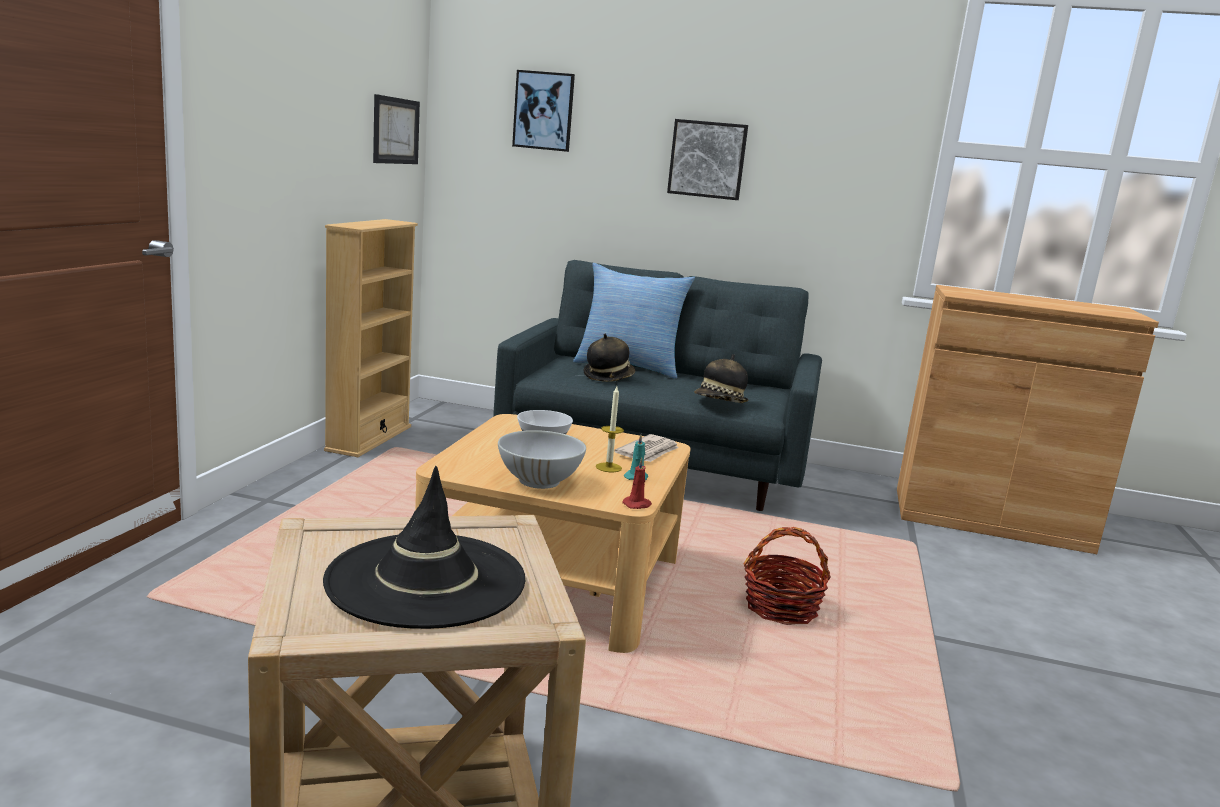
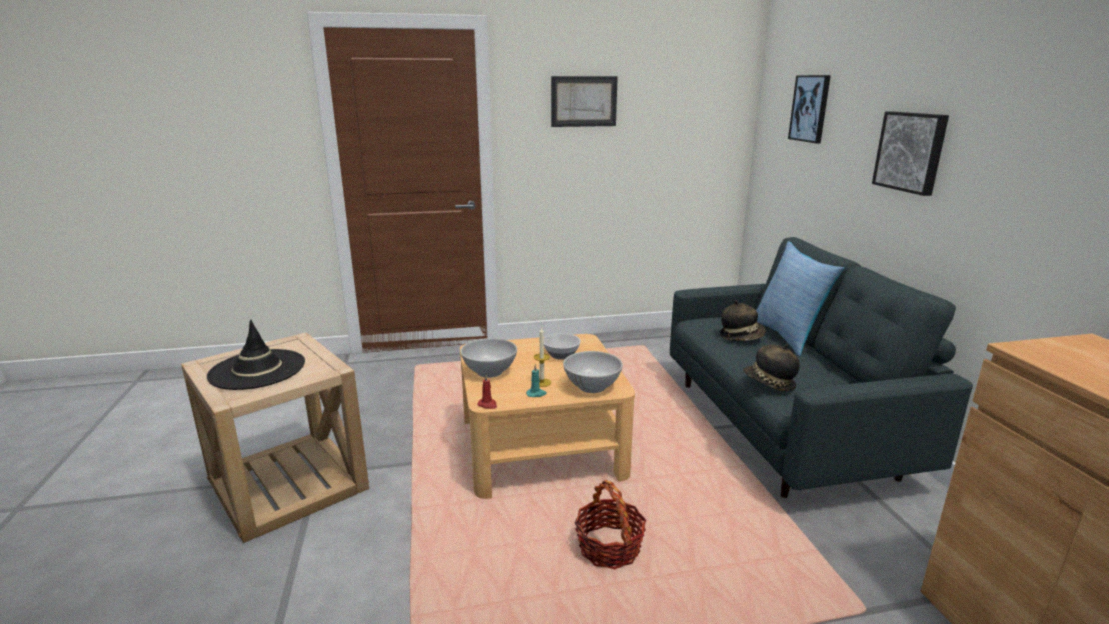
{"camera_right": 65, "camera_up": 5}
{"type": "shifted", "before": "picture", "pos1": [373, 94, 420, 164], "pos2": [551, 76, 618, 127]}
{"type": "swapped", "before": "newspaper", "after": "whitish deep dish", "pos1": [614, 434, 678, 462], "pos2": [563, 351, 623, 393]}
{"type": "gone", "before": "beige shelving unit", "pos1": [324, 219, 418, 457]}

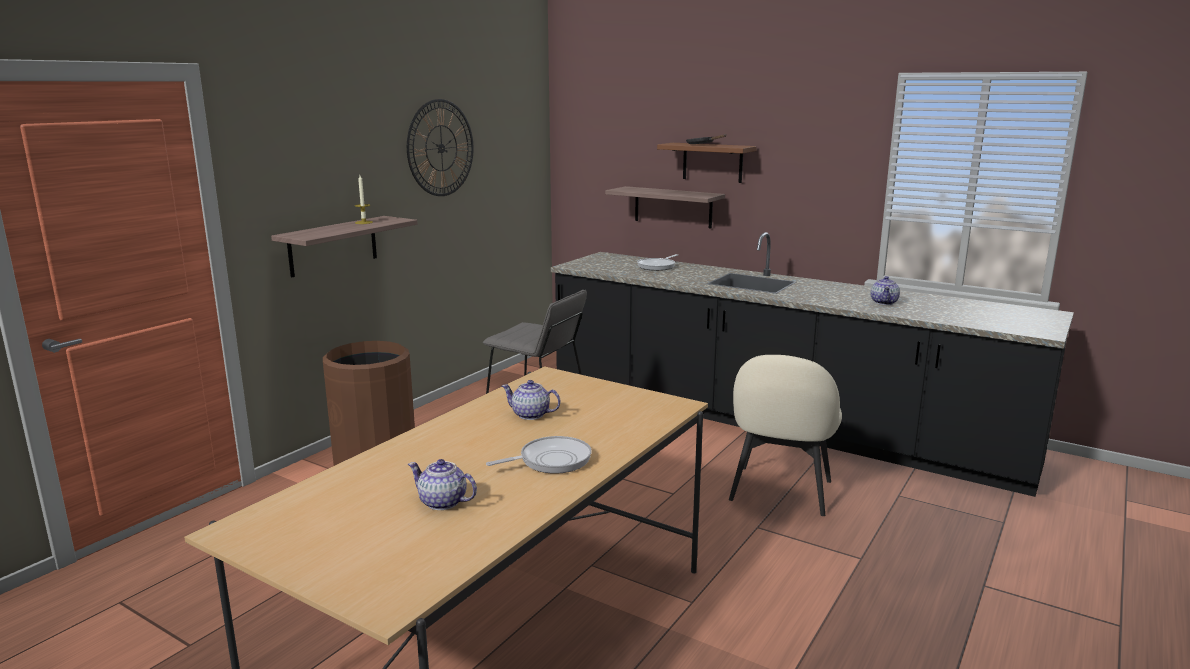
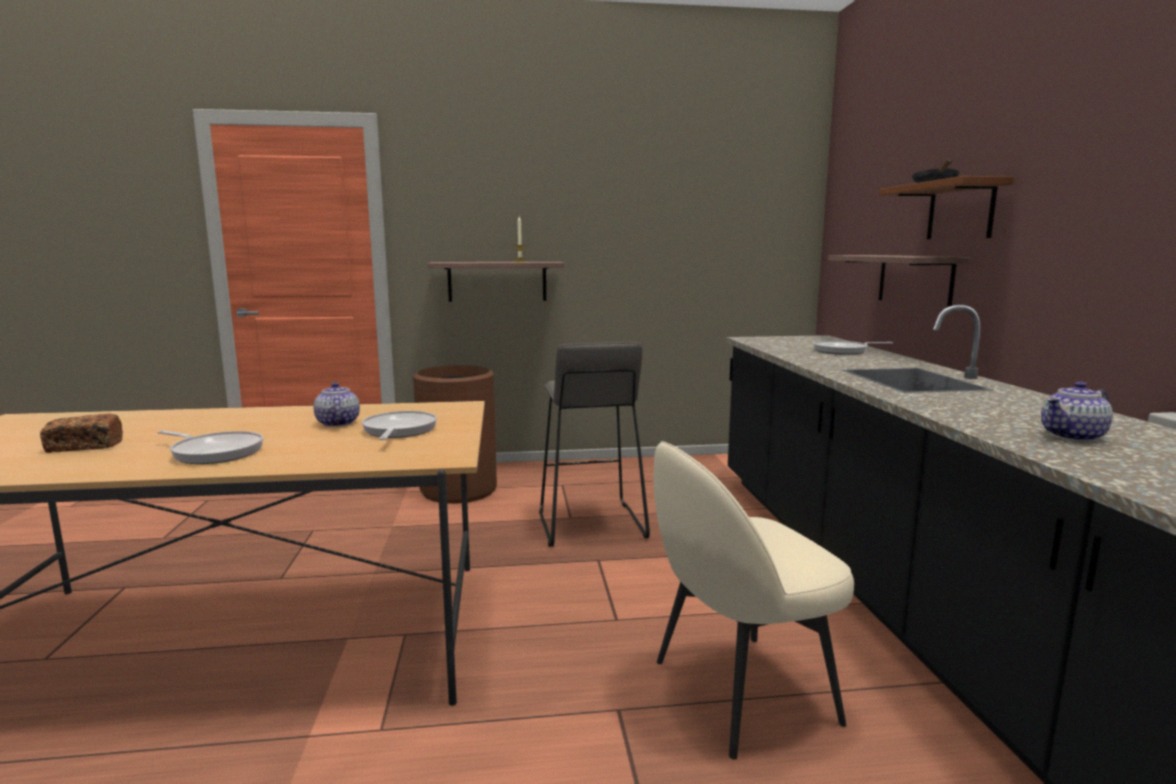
{"camera_right": 50, "camera_up": -5}
{"type": "swapped", "before": "teapot", "after": "bread", "pos1": [408, 459, 477, 510], "pos2": [40, 414, 123, 453]}
{"type": "new", "after": "pan", "pos2": [362, 411, 437, 440]}
{"type": "gone", "before": "hanging clock", "pos1": [407, 99, 474, 196]}

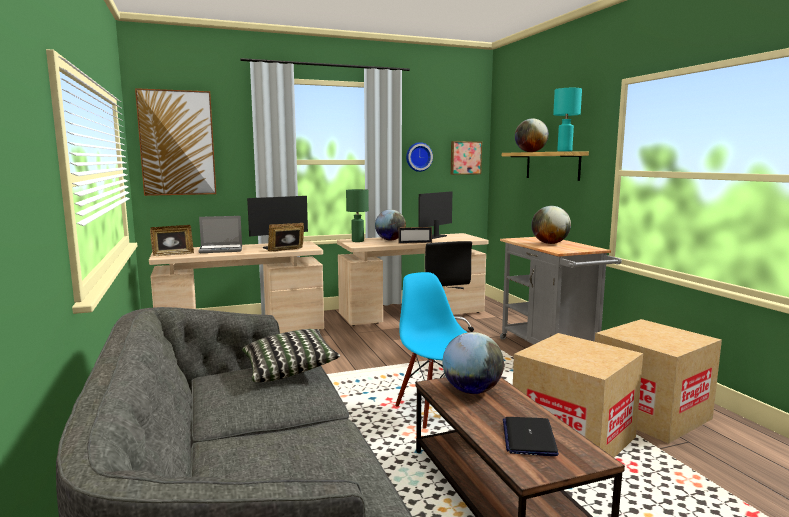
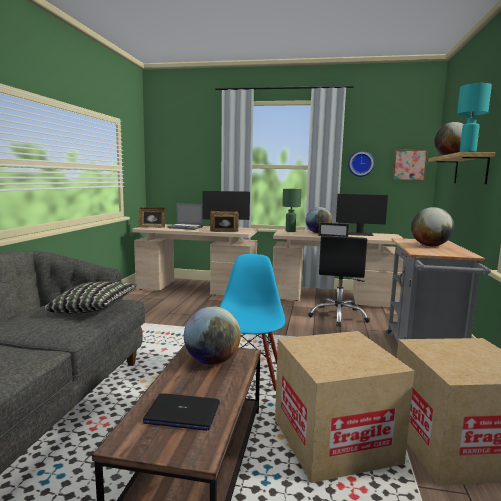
{"camera_right": 30, "camera_up": 0}
{"type": "rotated", "before": "portable computer", "pos1": [503, 417, 559, 456], "pos2": [143, 393, 220, 431], "turn": -120}
{"type": "rotated", "before": "computer display", "pos1": [418, 191, 453, 239], "pos2": [336, 194, 388, 236], "turn": -150}
{"type": "gone", "before": "picture", "pos1": [135, 88, 216, 196]}

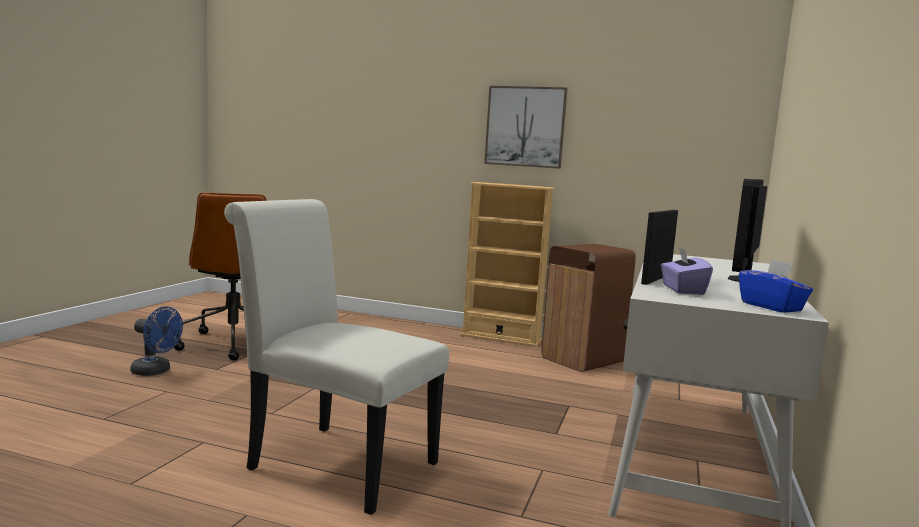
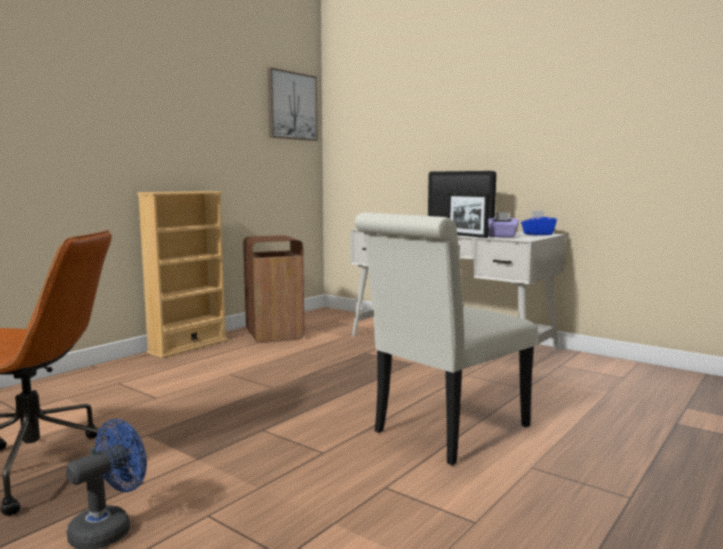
{"camera_right": -70, "camera_up": 0}
{"type": "shifted", "before": "picture", "pos1": [484, 86, 568, 169], "pos2": [268, 67, 318, 141]}

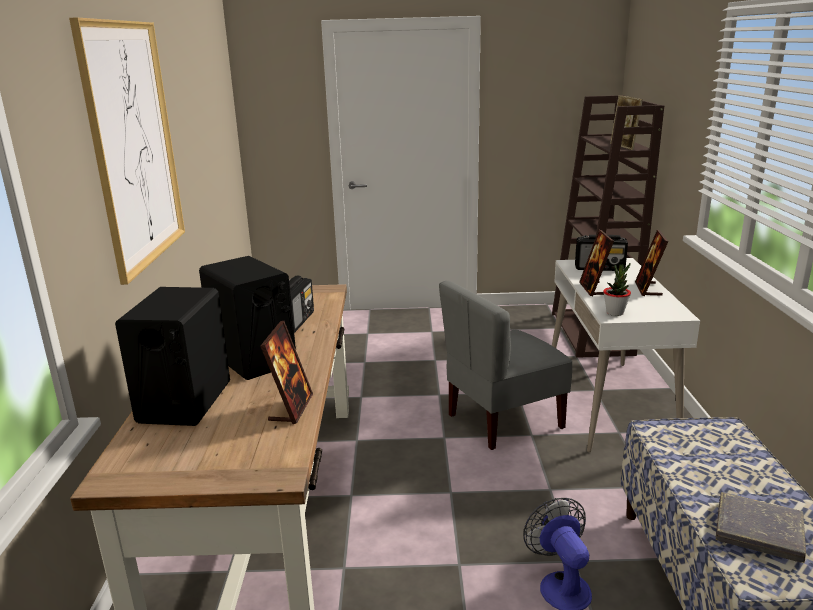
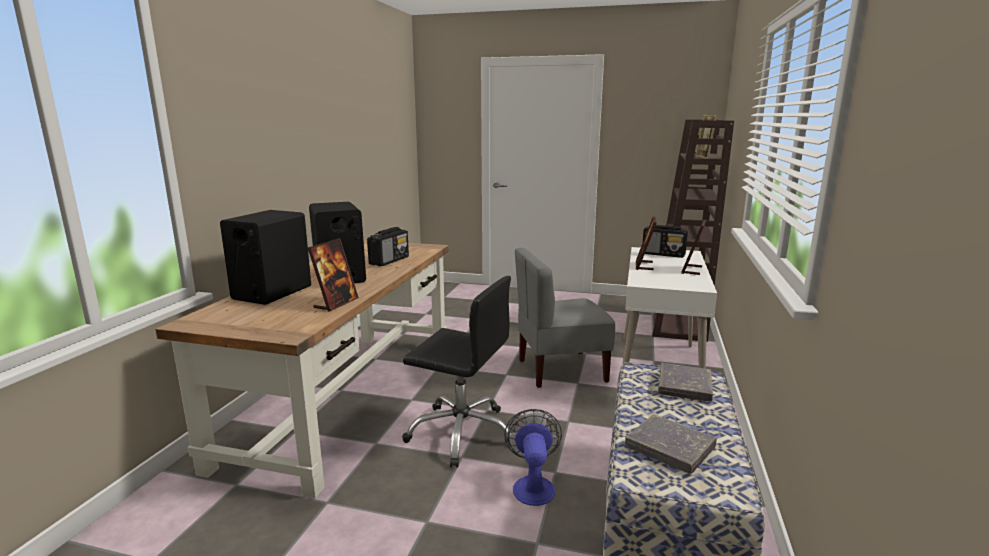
{"camera_right": 15, "camera_up": -5}
{"type": "new", "after": "black-coloured office chair", "pos2": [402, 276, 512, 468]}
{"type": "new", "after": "gray bound book", "pos2": [658, 363, 713, 402]}
{"type": "gone", "before": "picture", "pos1": [69, 18, 185, 285]}
{"type": "gone", "before": "plant in a pot", "pos1": [603, 263, 631, 316]}

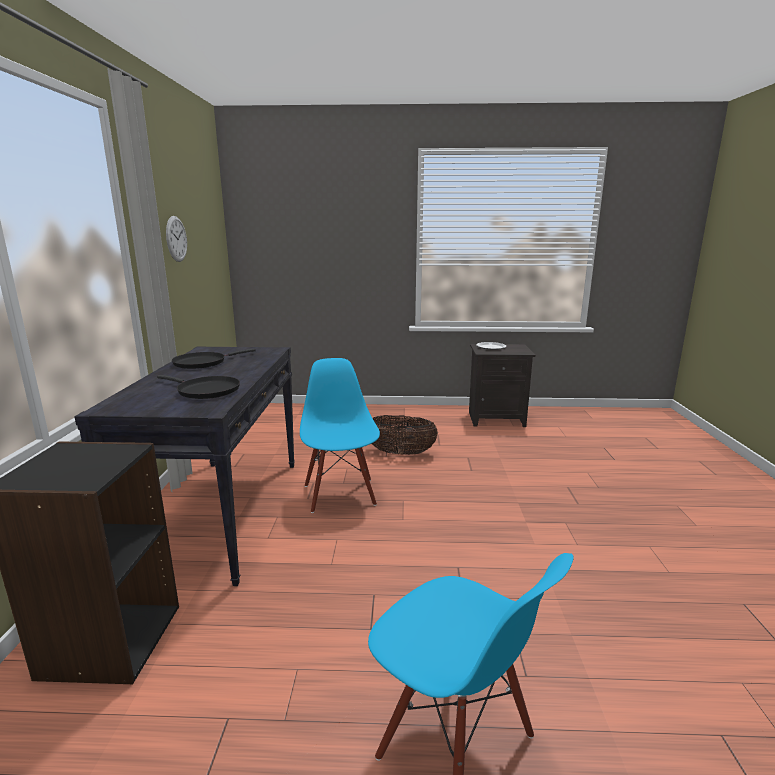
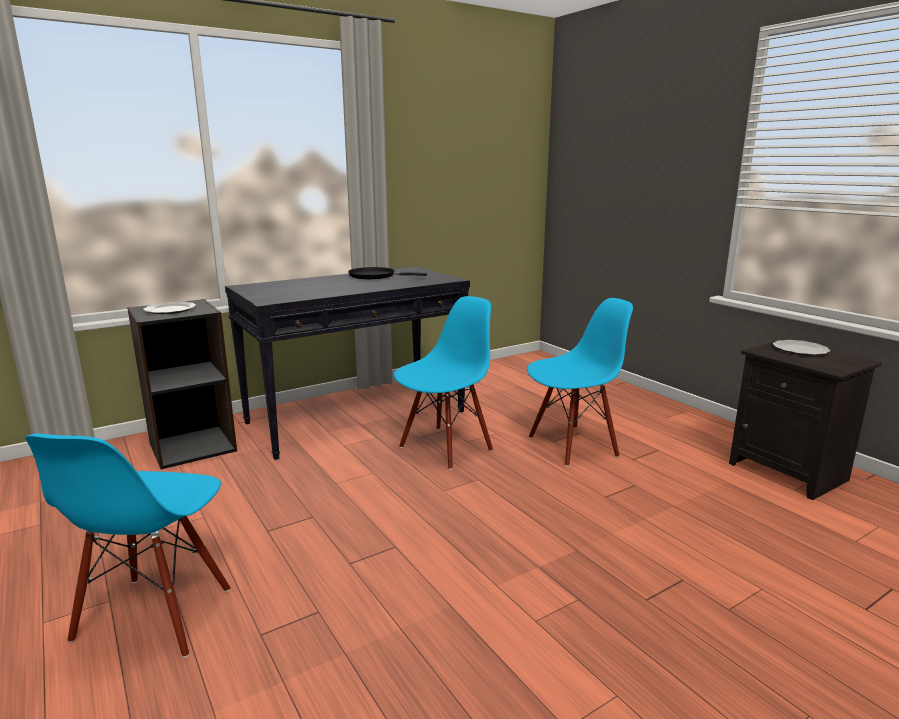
{"camera_right": 55, "camera_up": 0}
{"type": "new", "after": "plate", "pos2": [143, 302, 196, 314]}
{"type": "swapped", "before": "storage basket", "after": "bluish upright chair", "pos1": [372, 415, 438, 455], "pos2": [527, 298, 633, 467]}
{"type": "gone", "before": "black-coloured pan", "pos1": [157, 375, 240, 399]}
{"type": "gone", "before": "hanging clock", "pos1": [166, 216, 187, 262]}

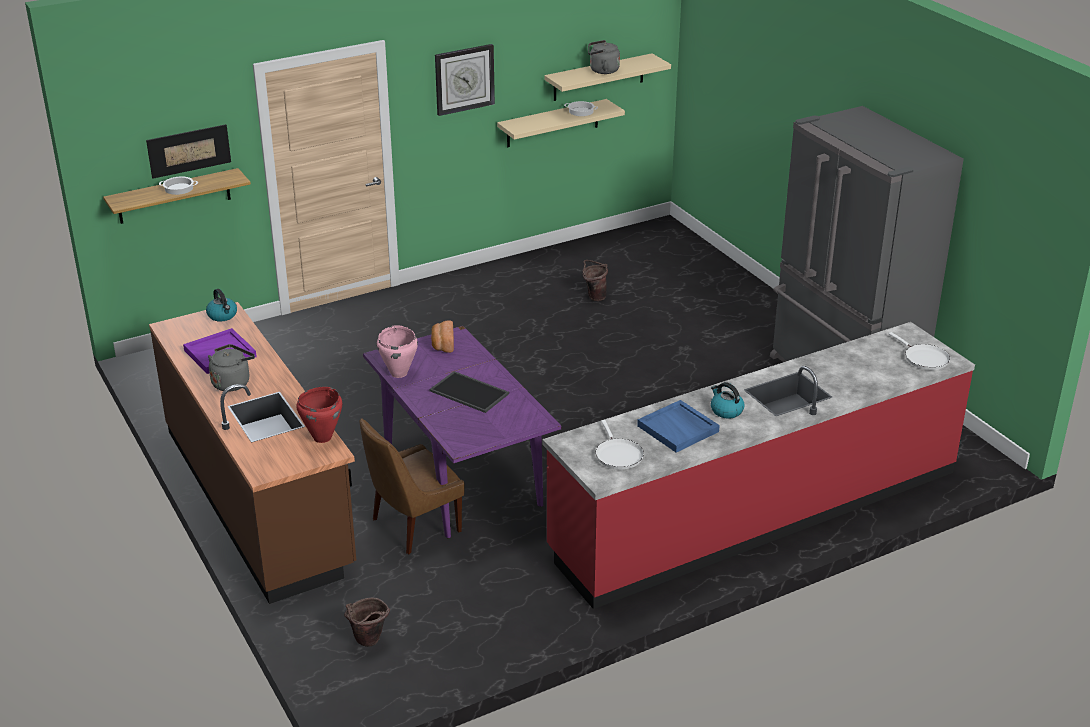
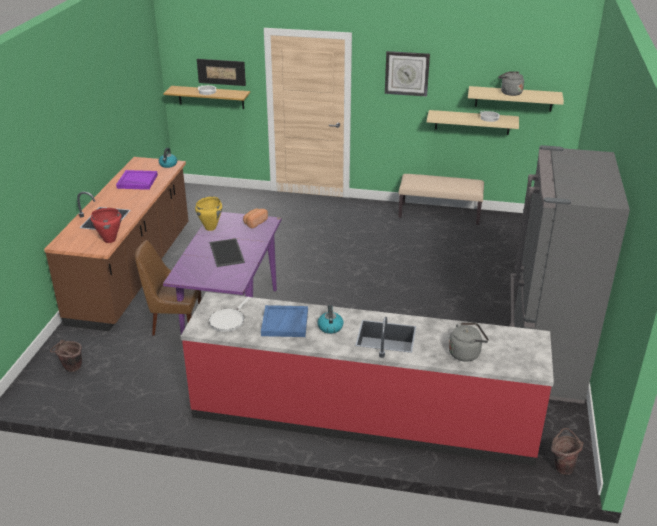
{"camera_right": 40, "camera_up": 0}
{"type": "repainted", "before": "pink saucepot", "after": "yellow-coloured saucepot", "pos1": [377, 325, 418, 378], "pos2": [195, 196, 222, 231]}
{"type": "new", "after": "beige indoor bench", "pos2": [398, 174, 484, 225]}
{"type": "shifted", "before": "gray kettle", "pos1": [208, 344, 255, 392], "pos2": [449, 322, 489, 362]}
{"type": "shifted", "before": "brown bucket", "pos1": [583, 260, 608, 301], "pos2": [551, 428, 583, 475]}
{"type": "gone", "before": "whitish pan", "pos1": [889, 332, 950, 370]}

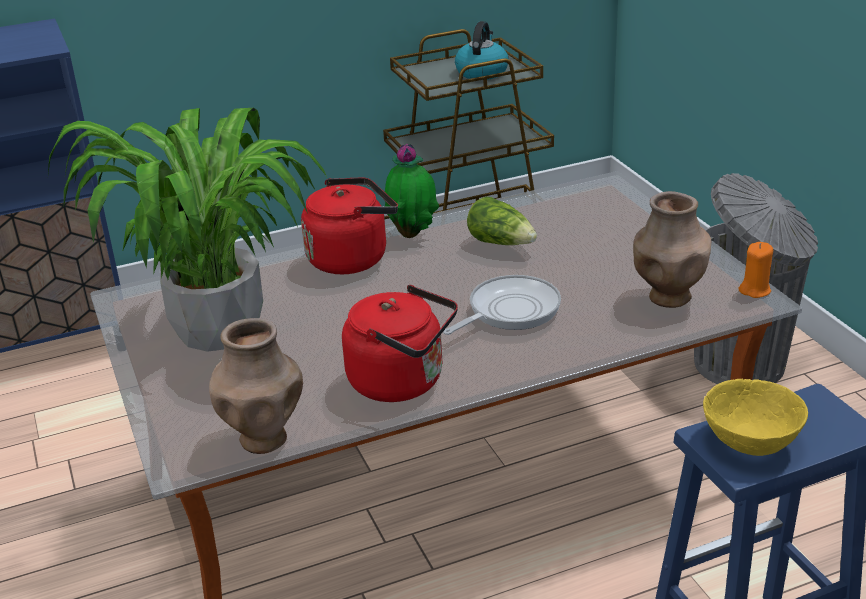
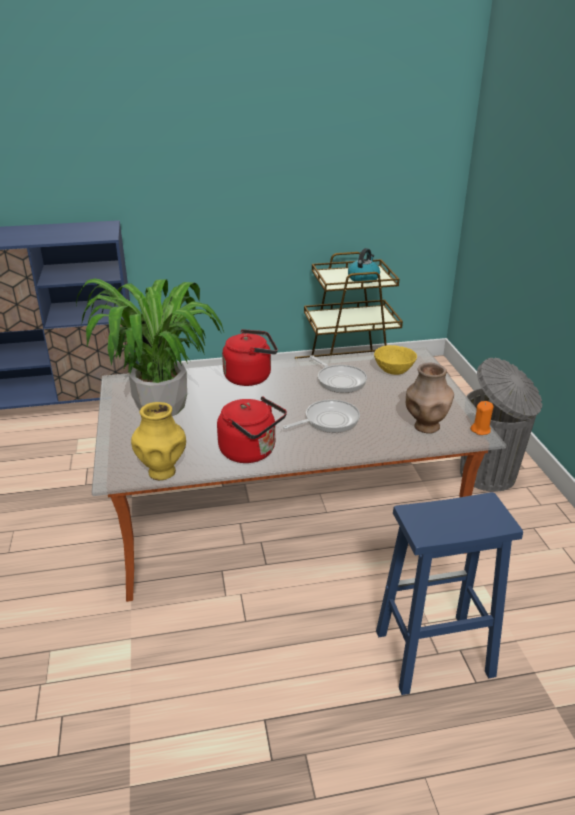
{"camera_right": 10, "camera_up": 0}
{"type": "repainted", "before": "brown decorative vase", "after": "yellow-coloured decorative vase", "pos1": [209, 318, 303, 454], "pos2": [131, 402, 186, 480]}
{"type": "swapped", "before": "lettuce head", "after": "pan", "pos1": [467, 196, 537, 245], "pos2": [310, 355, 367, 393]}
{"type": "shifted", "before": "yellow-coloured deep dish", "pos1": [703, 379, 808, 456], "pos2": [374, 345, 417, 375]}
{"type": "gone", "before": "plant in a pot", "pos1": [385, 144, 439, 238]}

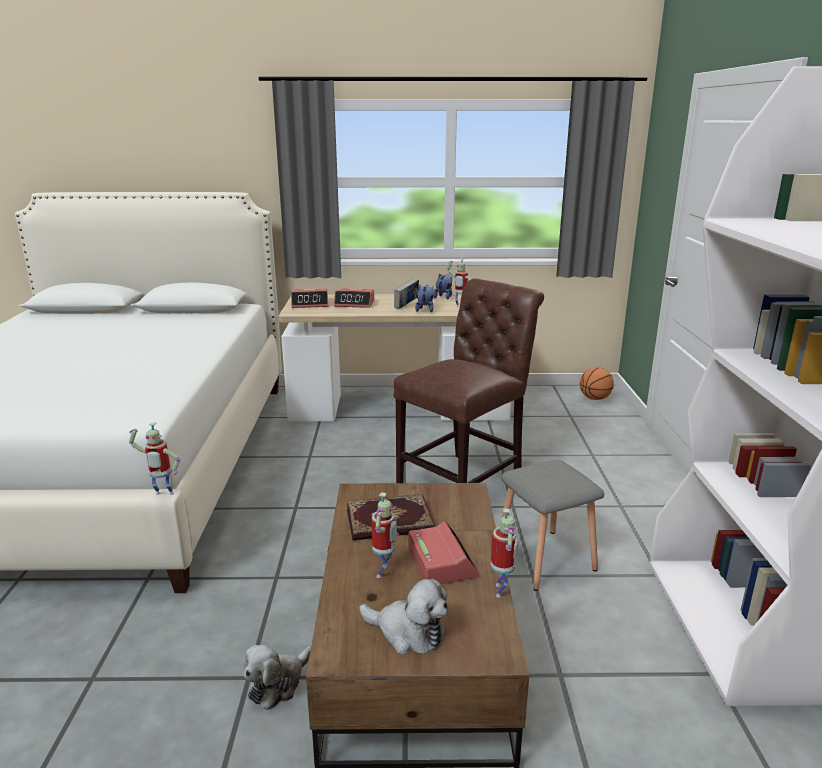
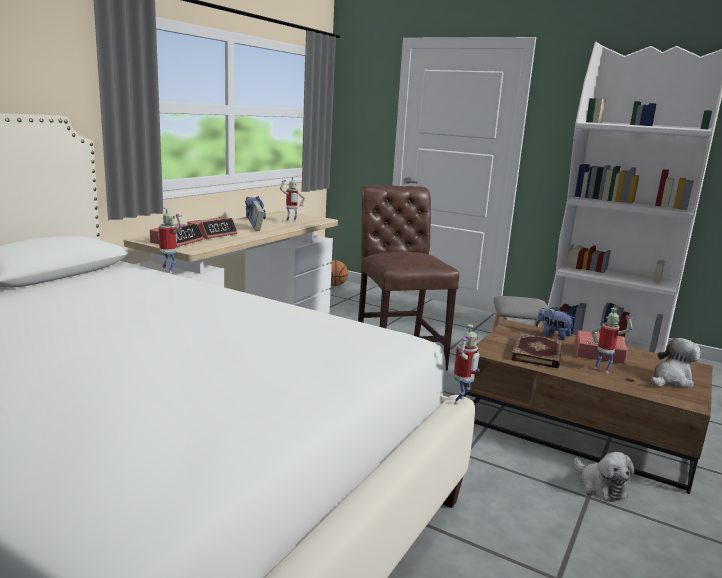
{"camera_right": -60, "camera_up": -5}
{"type": "shifted", "before": "toy robot", "pos1": [491, 508, 518, 598], "pos2": [158, 208, 182, 273]}
{"type": "shifted", "before": "soft toy", "pos1": [415, 285, 434, 312], "pos2": [535, 307, 576, 340]}

